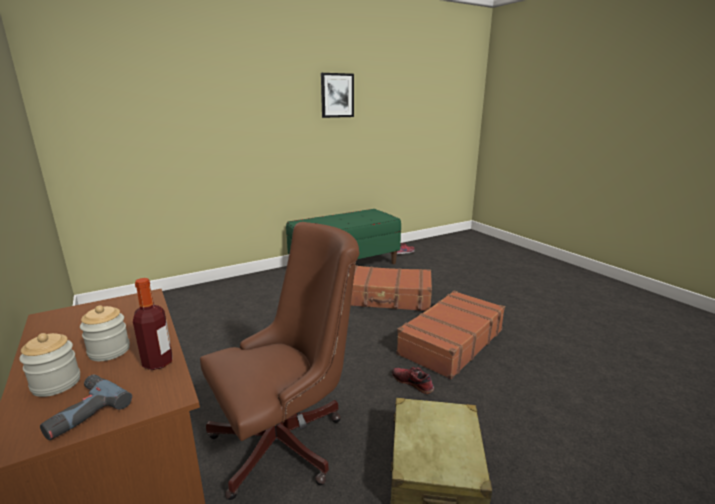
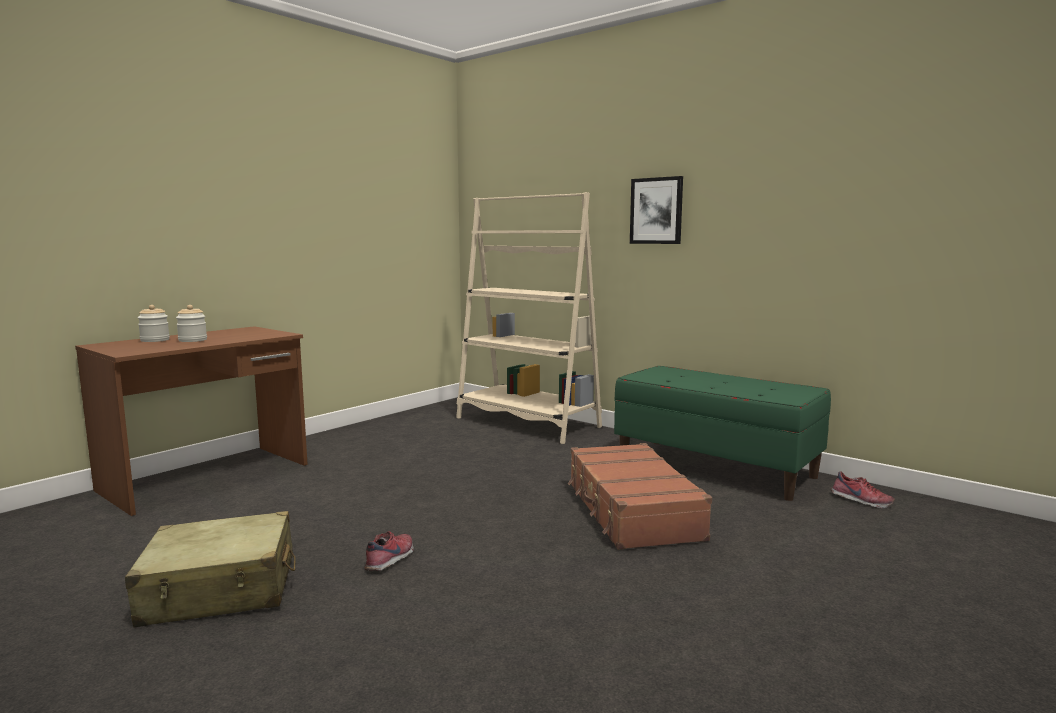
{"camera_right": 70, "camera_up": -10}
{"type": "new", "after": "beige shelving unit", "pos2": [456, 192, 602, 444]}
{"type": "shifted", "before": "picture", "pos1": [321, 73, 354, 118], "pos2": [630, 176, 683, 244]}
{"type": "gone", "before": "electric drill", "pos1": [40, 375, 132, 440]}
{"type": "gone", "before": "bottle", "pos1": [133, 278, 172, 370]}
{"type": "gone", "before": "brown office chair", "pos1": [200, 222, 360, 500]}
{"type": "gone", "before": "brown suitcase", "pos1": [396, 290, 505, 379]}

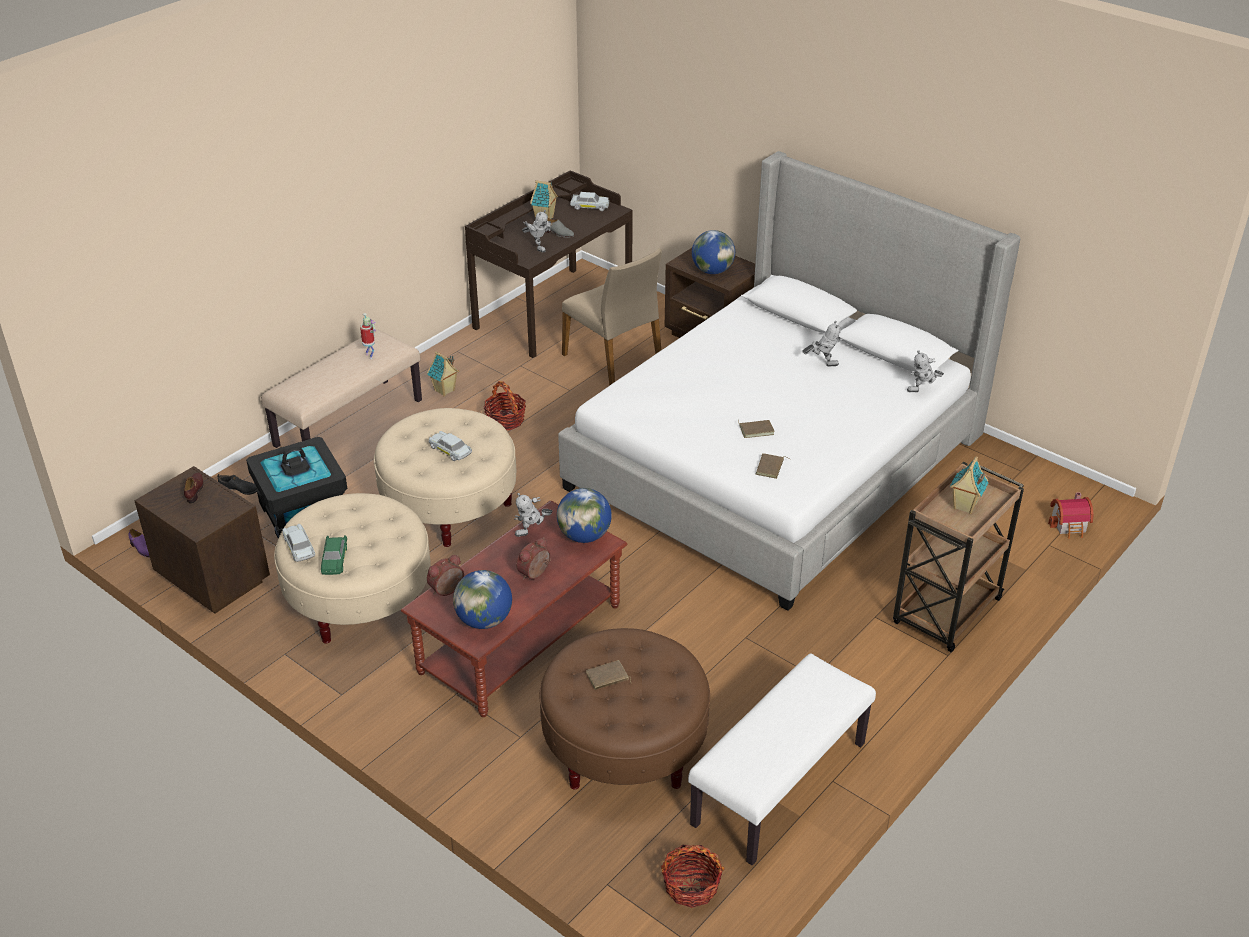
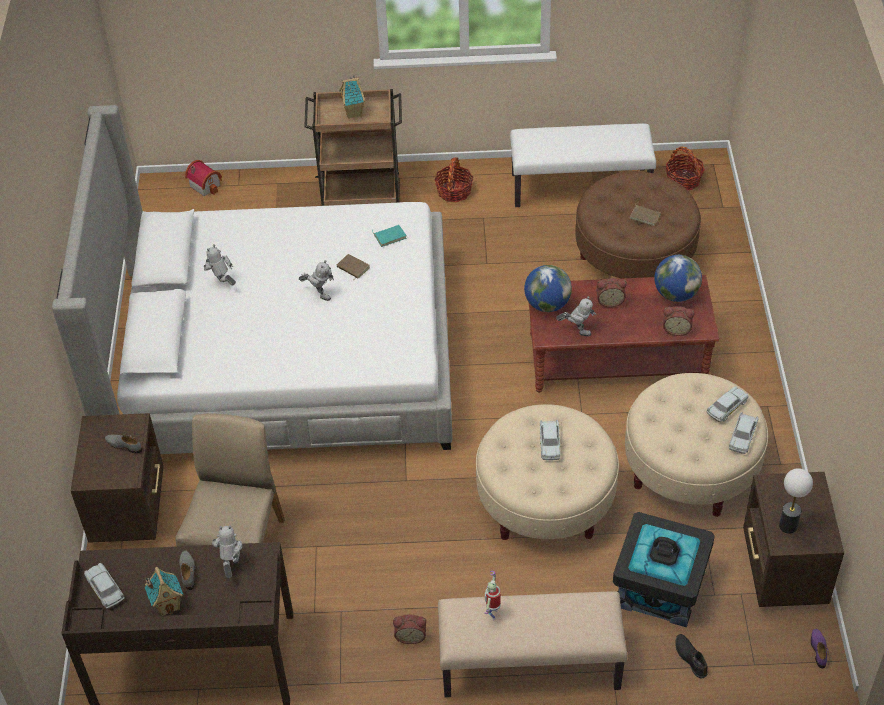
{"camera_right": -130, "camera_up": 10}
{"type": "swapped", "before": "globe", "after": "gray low shoe", "pos1": [692, 230, 735, 274], "pos2": [105, 434, 142, 454]}
{"type": "shifted", "before": "toy robot", "pos1": [907, 350, 944, 392], "pos2": [299, 260, 334, 301]}
{"type": "repainted", "before": "brown bound book", "after": "turquoise-coloured bound book", "pos1": [756, 453, 791, 479], "pos2": [372, 225, 407, 247]}
{"type": "swapped", "before": "model house", "after": "alarm clock", "pos1": [427, 351, 459, 396], "pos2": [393, 615, 426, 644]}
{"type": "shifted", "before": "storage basket", "pos1": [484, 381, 526, 430], "pos2": [435, 157, 473, 202]}
{"type": "repainted", "before": "green toy car", "after": "whitish toy car", "pos1": [321, 536, 347, 575], "pos2": [707, 386, 749, 422]}
{"type": "swapped", "before": "brown low shoe", "after": "lamp for a table", "pos1": [184, 473, 204, 504], "pos2": [779, 468, 813, 534]}

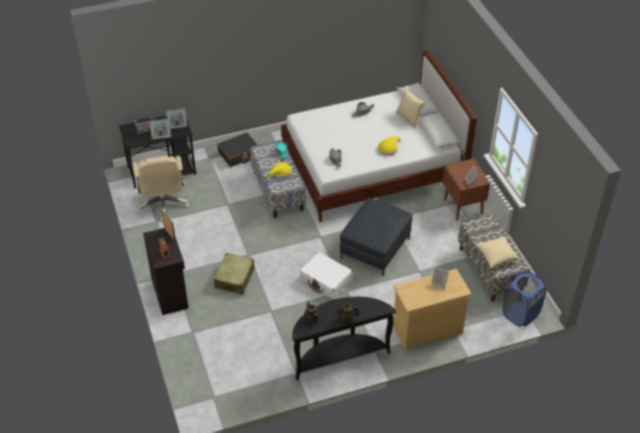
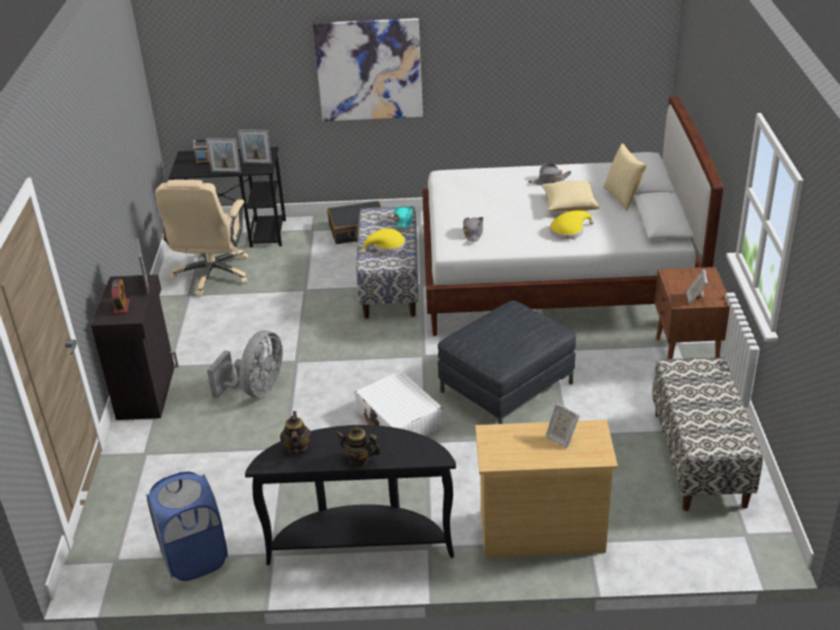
{"camera_right": 20, "camera_up": -10}
{"type": "shifted", "before": "bluish washing basket", "pos1": [503, 272, 546, 327], "pos2": [146, 472, 228, 581]}
{"type": "swapped", "before": "beige suitcase", "after": "gray cooling fan", "pos1": [214, 253, 255, 295], "pos2": [207, 330, 283, 399]}
{"type": "new", "after": "picture", "pos2": [313, 18, 423, 121]}
{"type": "shifted", "before": "pillow", "pos1": [475, 236, 520, 268], "pos2": [542, 181, 600, 211]}

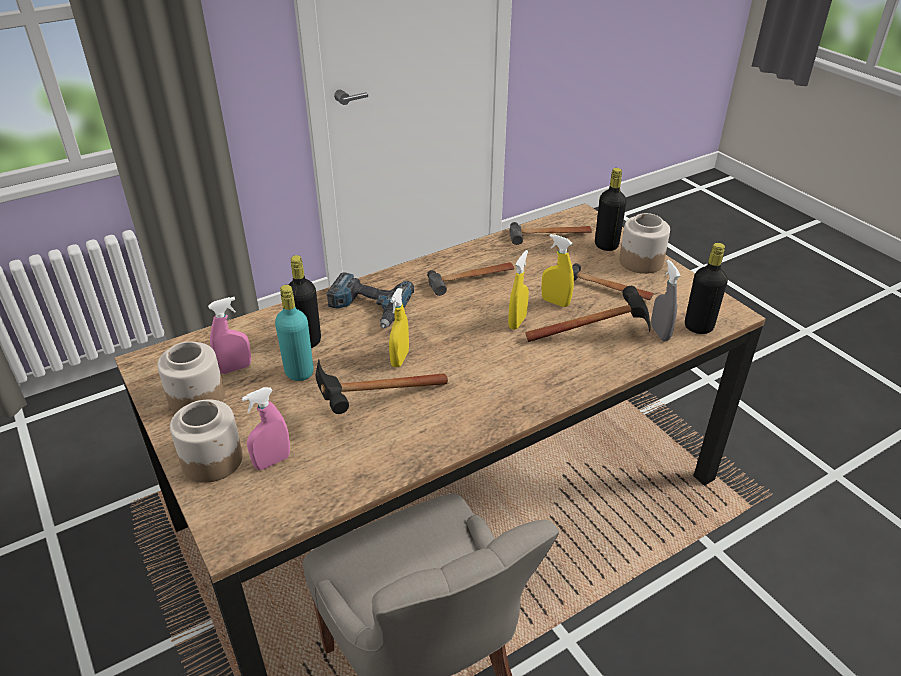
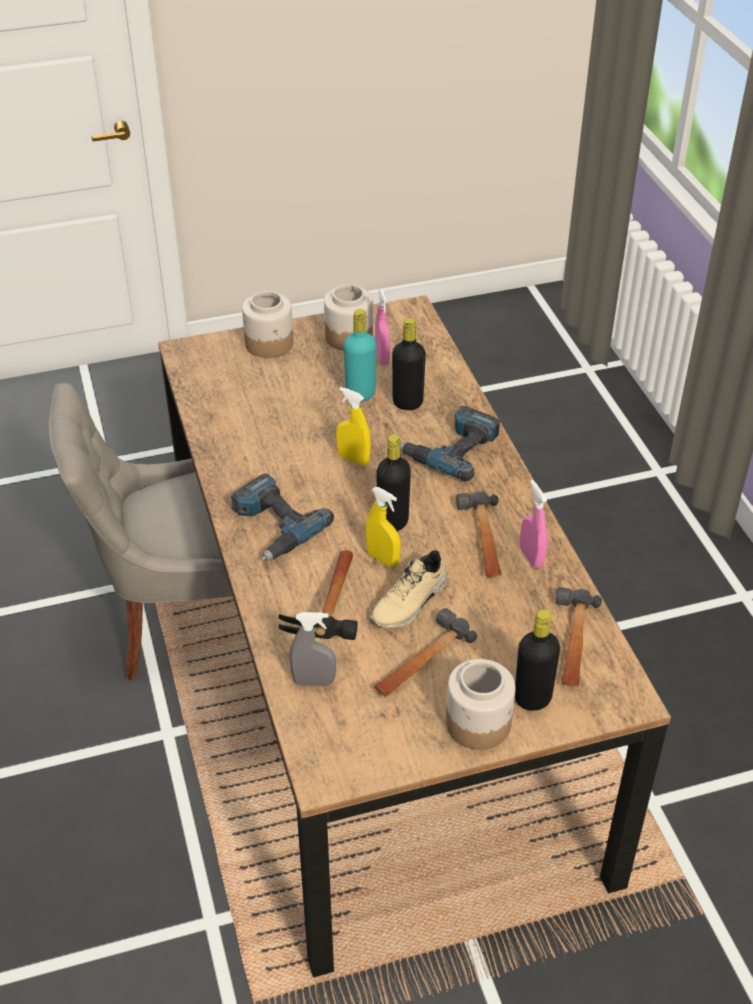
{"camera_right": 105, "camera_up": 5}
{"type": "new", "after": "electric drill", "pos2": [230, 473, 334, 561]}
{"type": "swapped", "before": "yellow-coloured sprayer", "after": "beige low shoe", "pos1": [542, 234, 574, 307], "pos2": [370, 550, 447, 628]}
{"type": "shifted", "before": "black-coloured bottle", "pos1": [685, 243, 728, 334], "pos2": [376, 434, 411, 531]}
{"type": "shifted", "before": "pink sprayer", "pos1": [242, 387, 290, 470], "pos2": [520, 480, 547, 569]}
{"type": "gone", "before": "tool hammer", "pos1": [316, 359, 448, 414]}

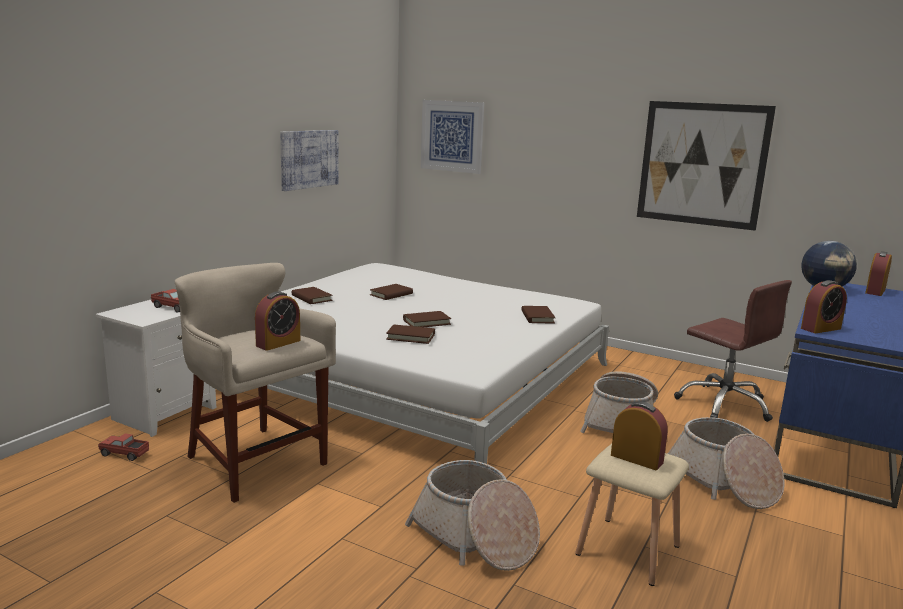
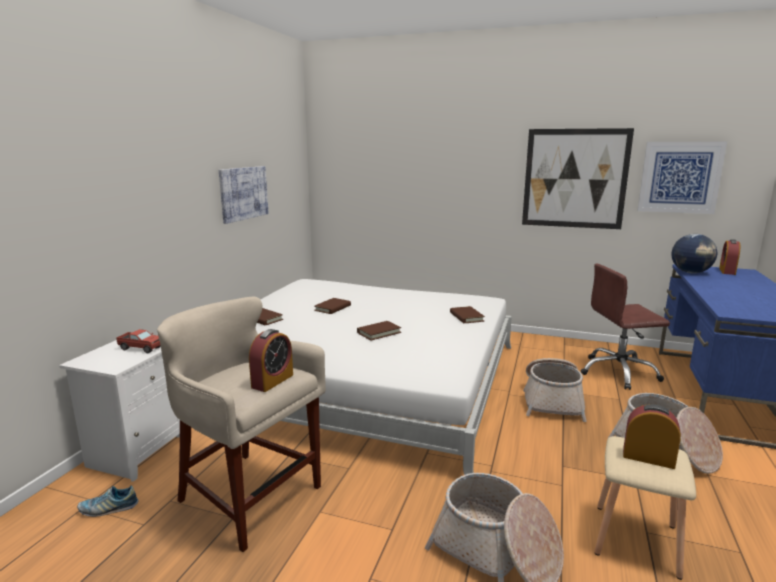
{"camera_right": -10, "camera_up": 0}
{"type": "swapped", "before": "toy lorry", "after": "low shoe", "pos1": [98, 434, 149, 461], "pos2": [77, 486, 139, 517]}
{"type": "rotated", "before": "brown office chair", "pos1": [674, 280, 792, 422], "pos2": [581, 263, 670, 390], "turn": 135}
{"type": "shifted", "before": "picture", "pos1": [421, 100, 484, 174], "pos2": [637, 142, 727, 214]}
{"type": "gone", "before": "brown bound book", "pos1": [386, 324, 435, 344]}
{"type": "gone", "before": "alarm clock", "pos1": [801, 280, 847, 333]}

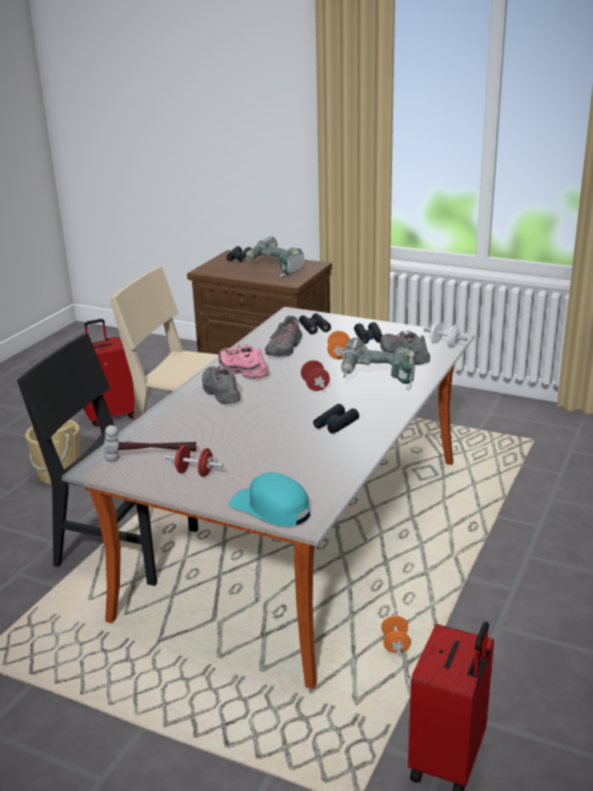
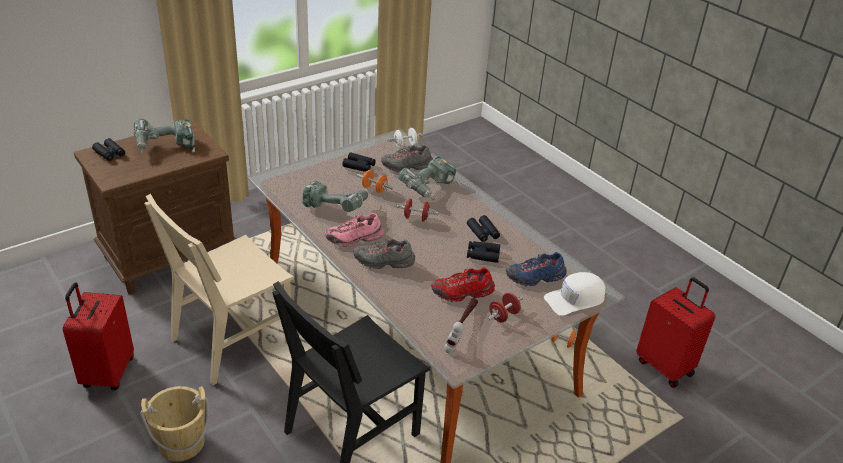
{"camera_right": -65, "camera_up": 10}
{"type": "swapped", "before": "gray low shoe", "after": "electric drill", "pos1": [265, 316, 302, 357], "pos2": [302, 181, 369, 212]}
{"type": "new", "after": "red low shoe", "pos2": [431, 267, 495, 302]}
{"type": "shifted", "before": "black-coloured binoculars", "pos1": [299, 313, 331, 334], "pos2": [467, 241, 500, 263]}
{"type": "new", "after": "bluish low shoe", "pos2": [506, 252, 567, 286]}
{"type": "repainted", "before": "turquoise-coloured peaked cap", "after": "whitish peaked cap", "pos1": [229, 472, 310, 526], "pos2": [544, 272, 605, 316]}

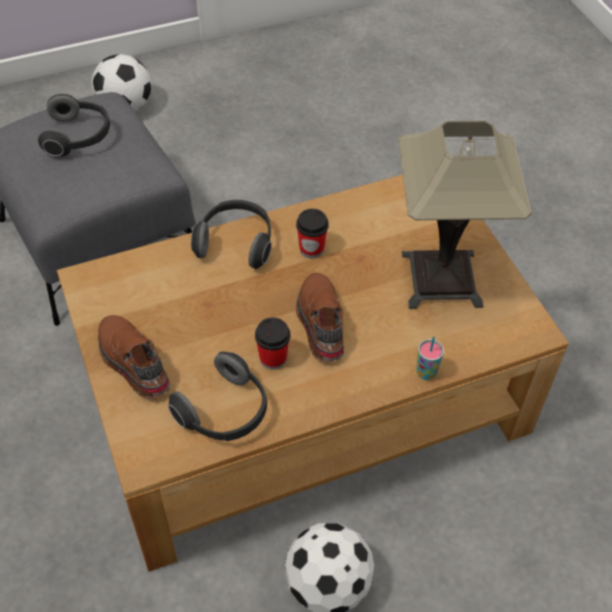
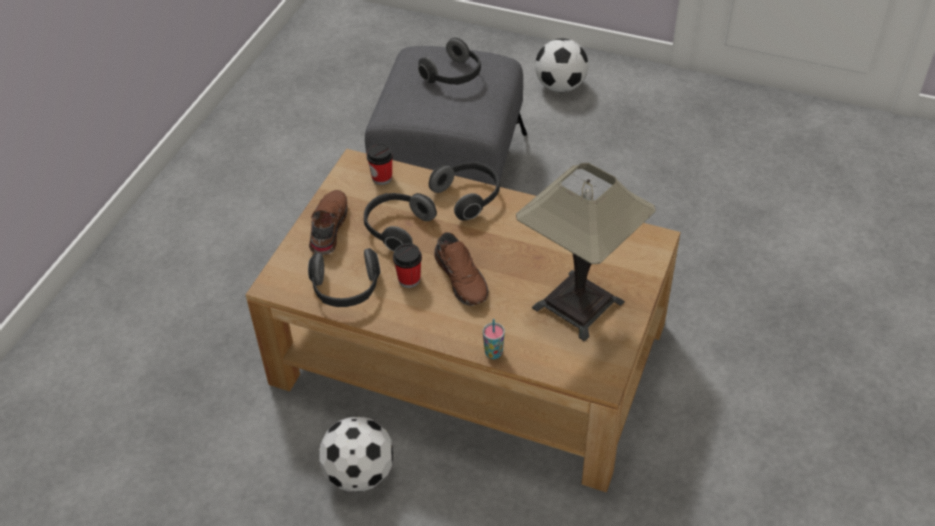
{"camera_right": 45, "camera_up": -5}
{"type": "new", "after": "headphones", "pos2": [364, 193, 437, 252]}
{"type": "shifted", "before": "drinking cup", "pos1": [296, 209, 329, 259], "pos2": [366, 143, 393, 185]}
{"type": "rotated", "before": "brown low shoe", "pos1": [296, 273, 344, 362], "pos2": [434, 232, 488, 306], "turn": 120}

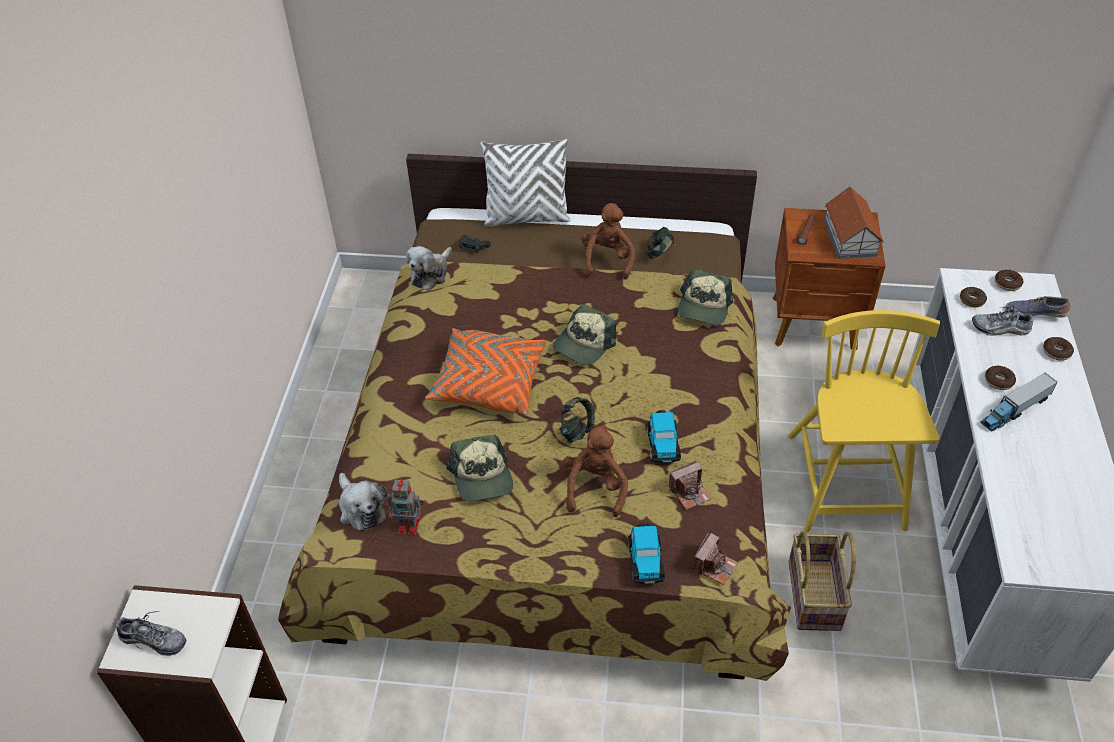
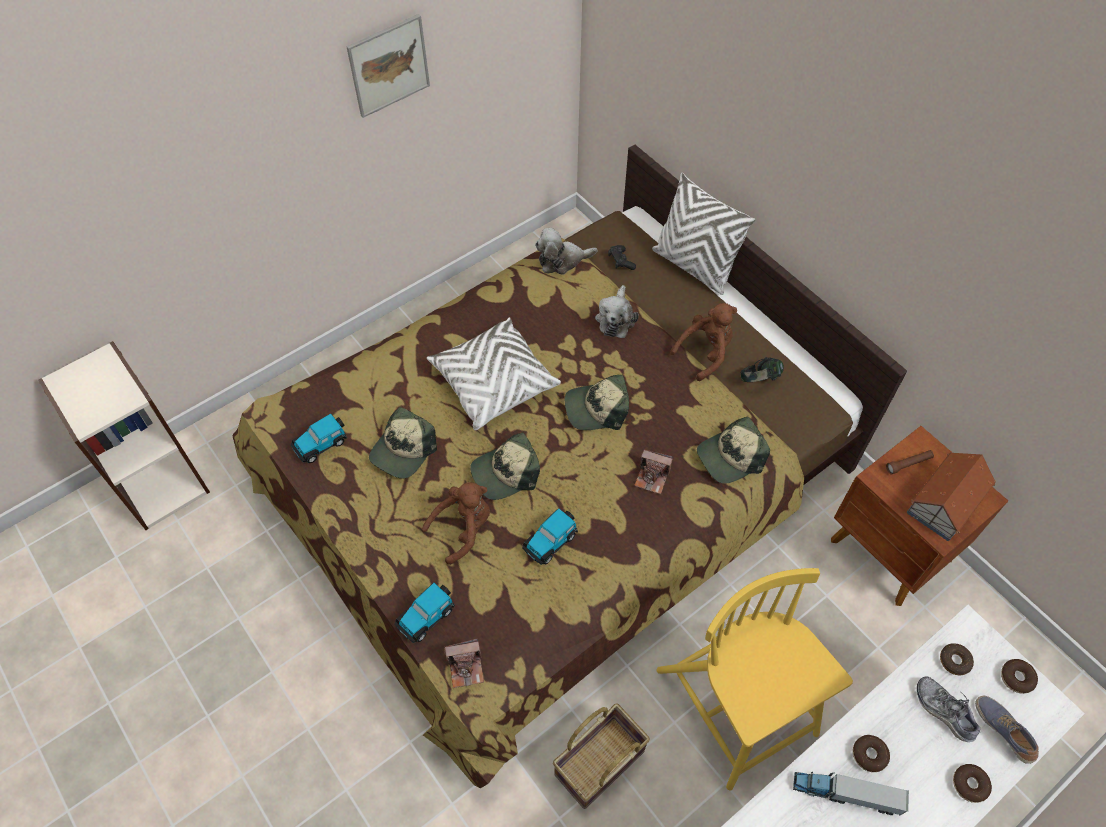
{"camera_right": 45, "camera_up": 10}
{"type": "swapped", "before": "toy robot", "after": "toy car", "pos1": [387, 479, 424, 535], "pos2": [290, 414, 347, 463]}
{"type": "new", "after": "picture", "pos2": [346, 14, 430, 118]}
{"type": "repainted", "before": "orangey pillow", "after": "whitish pillow", "pos1": [425, 328, 546, 416], "pos2": [427, 317, 561, 430]}
{"type": "swapped", "before": "headphones", "after": "peaked cap", "pos1": [559, 397, 595, 443], "pos2": [470, 432, 540, 500]}
{"type": "shifted", "before": "soft toy", "pos1": [339, 473, 387, 531], "pos2": [595, 285, 639, 338]}
{"type": "shifted", "before": "photo camera", "pos1": [669, 460, 711, 510], "pos2": [634, 450, 673, 494]}
{"type": "rotated", "before": "yellow-coloured upright chair", "pos1": [788, 310, 940, 532], "pos2": [656, 568, 853, 790], "turn": -75}
{"type": "gone", "before": "low shoe", "pos1": [116, 611, 186, 656]}

